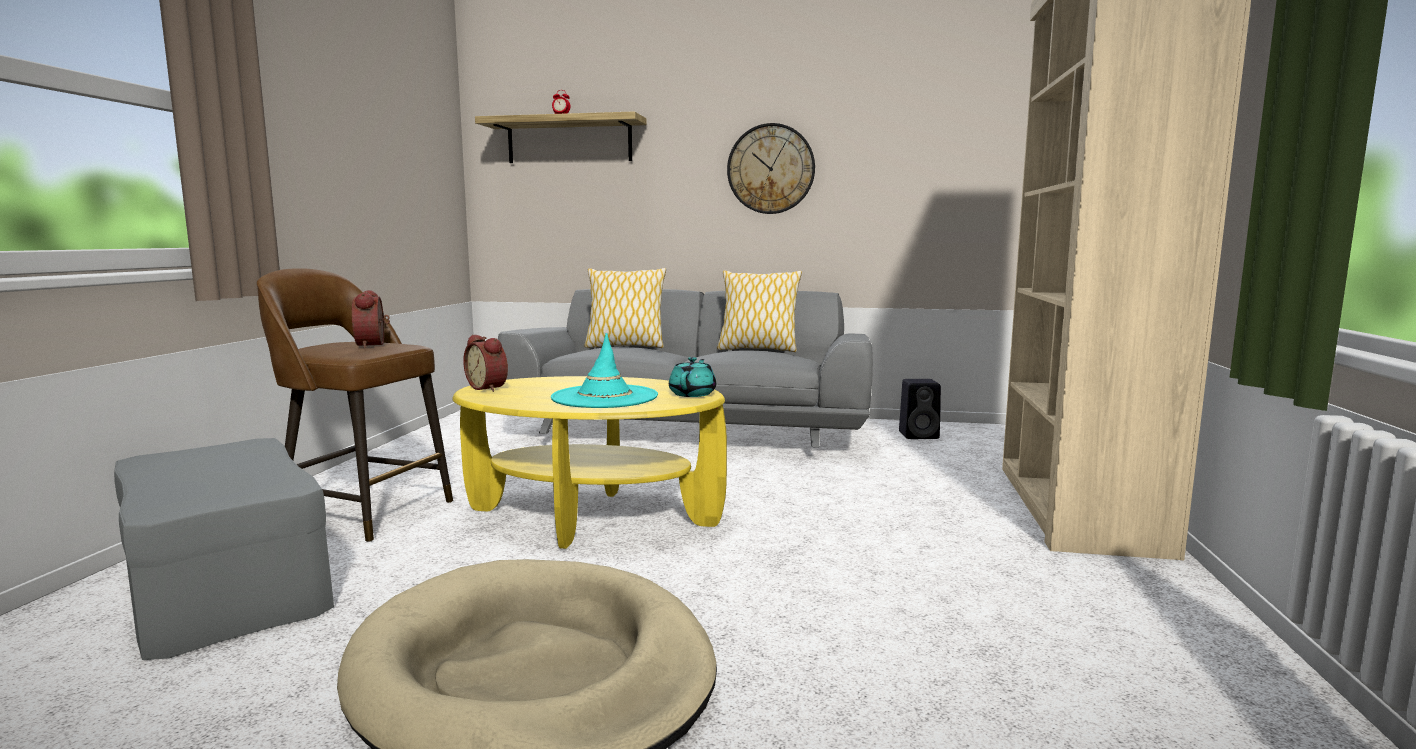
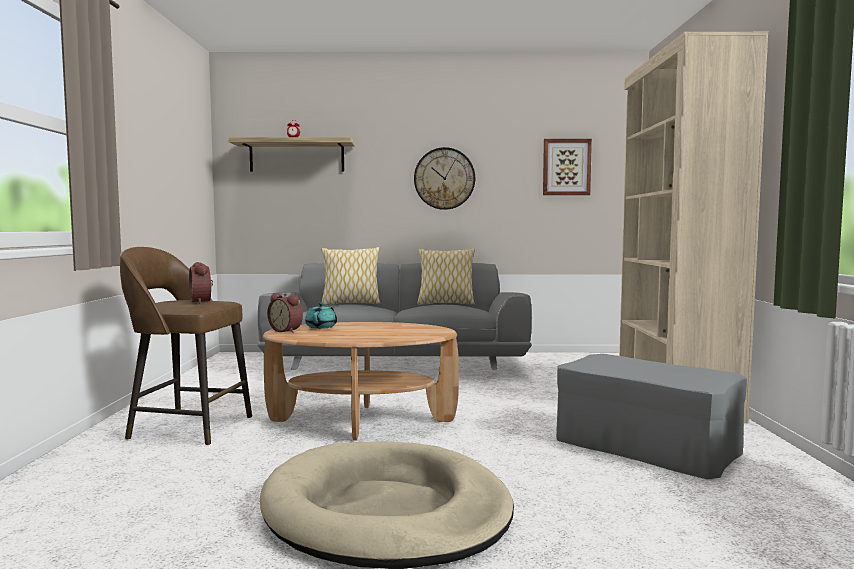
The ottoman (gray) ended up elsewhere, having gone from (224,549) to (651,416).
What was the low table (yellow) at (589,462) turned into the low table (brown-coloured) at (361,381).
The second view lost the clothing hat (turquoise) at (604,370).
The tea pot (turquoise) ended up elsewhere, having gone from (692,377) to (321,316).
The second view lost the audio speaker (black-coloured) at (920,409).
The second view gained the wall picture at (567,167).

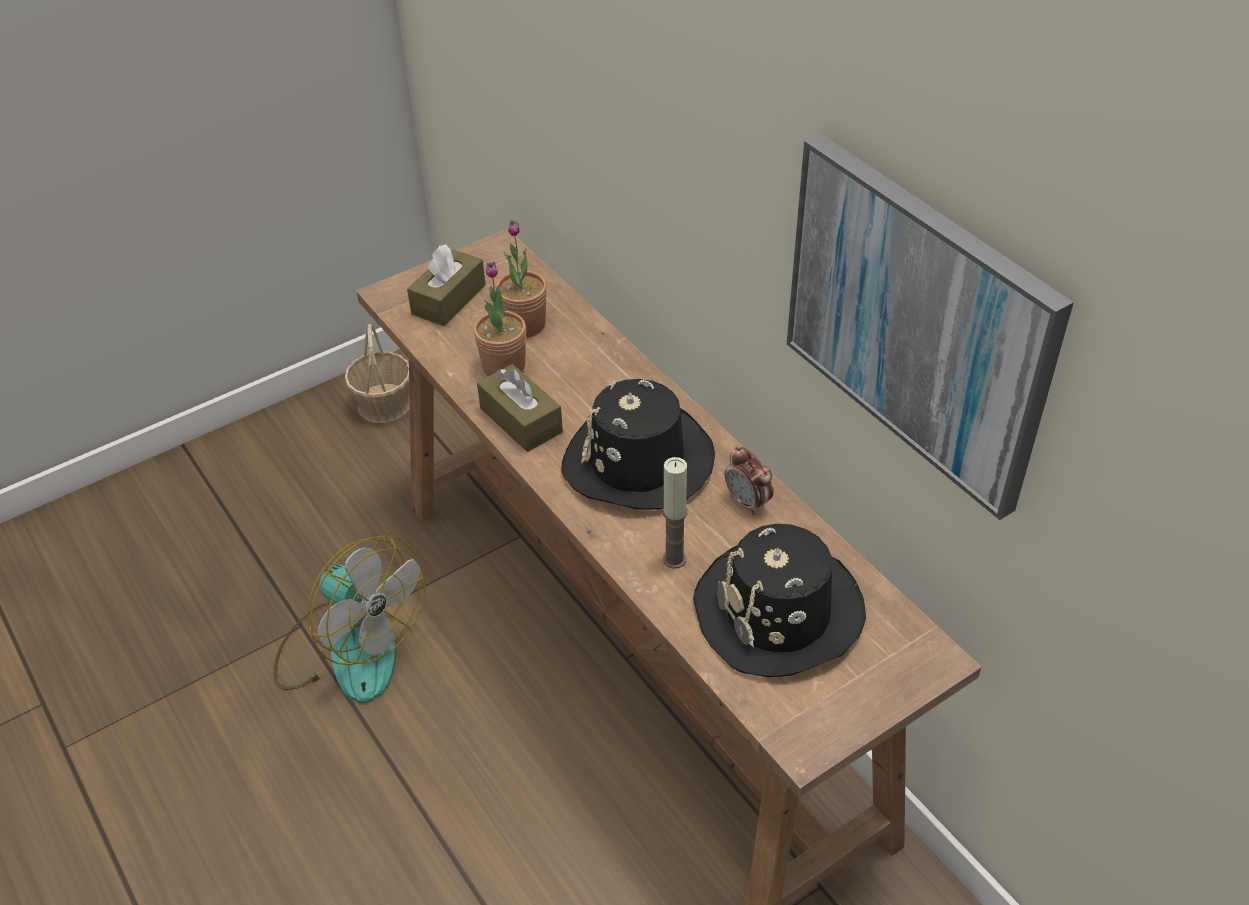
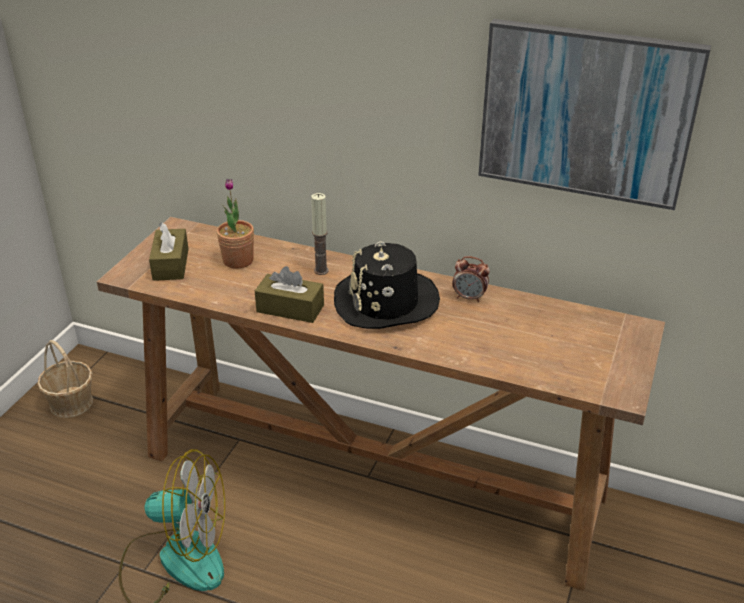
The second view lost the houseplant at (500,319).
The wax light ended up elsewhere, having gone from (674,513) to (320,234).
The second view lost the clothing hat (black-coloured) at (779,600).

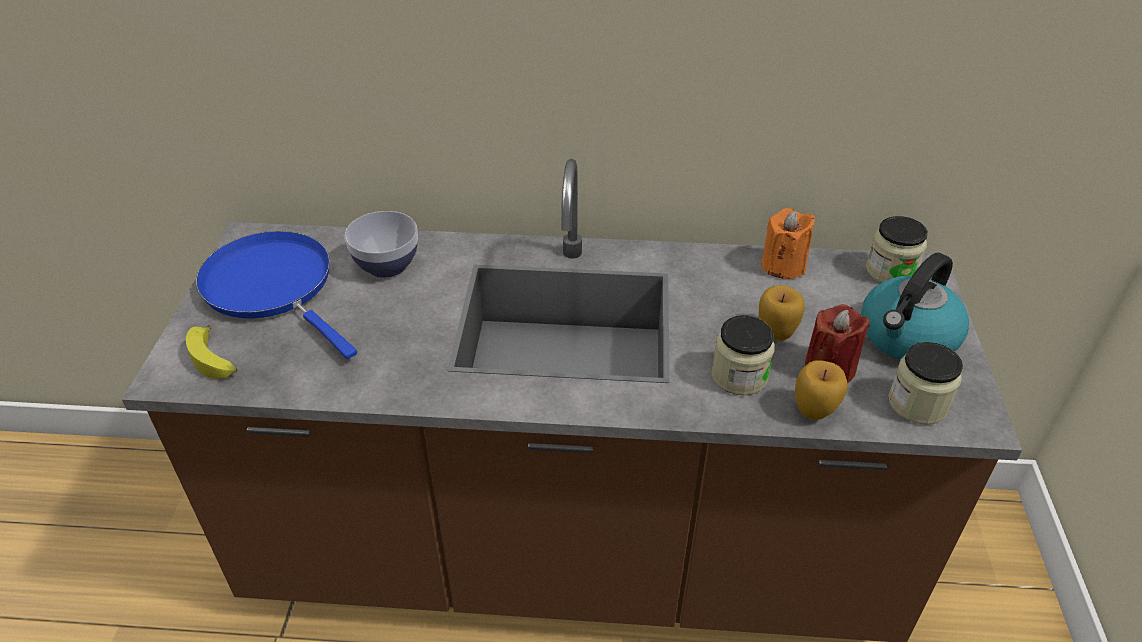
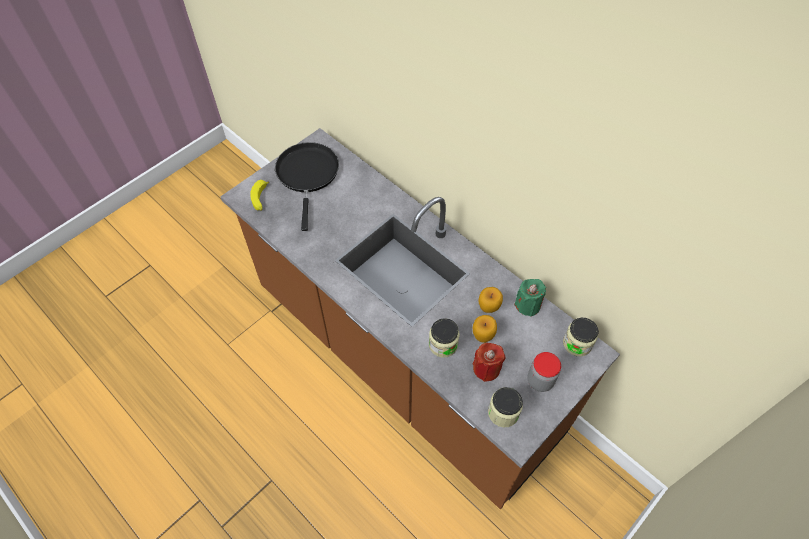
What was the pan (blue) at (276,295) turned into the pan (black-coloured) at (307,186).
The second view lost the bowl at (381,244).
What was the wax light (orangey) at (788,243) turned into the wax light (greenish) at (530,298).
The whole apple ended up elsewhere, having gone from (821,390) to (491,300).
Where the kettle stood at (915,306), the storage jar came to stand at (544,372).

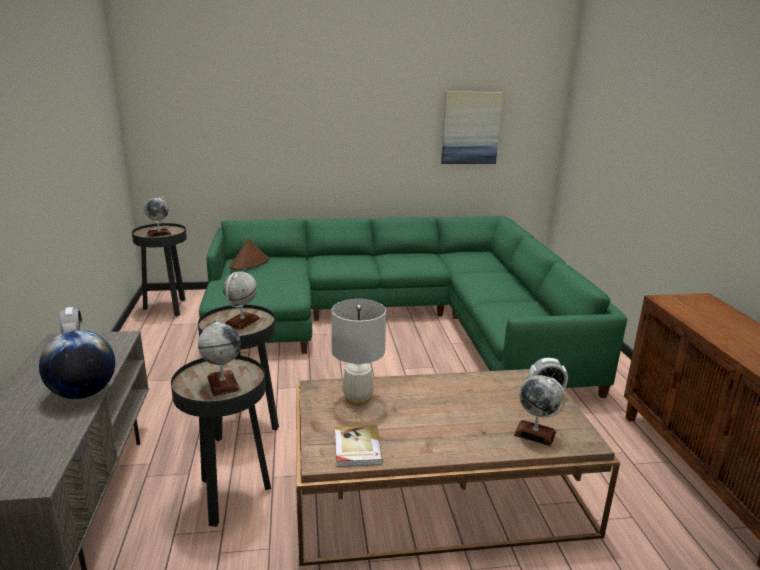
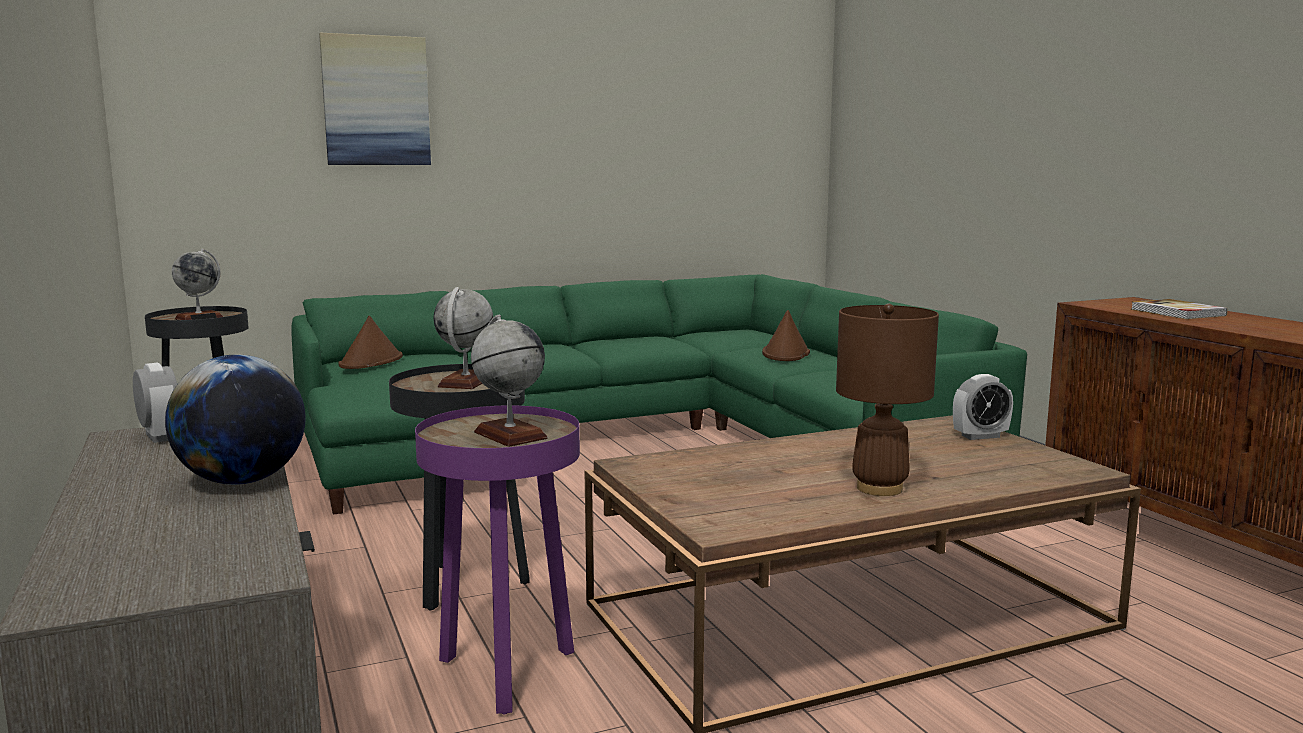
What was the accent table (black-coloured) at (221,441) turned into the accent table (purple-coloured) at (497,560).
The second view lost the lamp for a table (white-coloured) at (358,352).
The book ended up elsewhere, having gone from (359,446) to (1179,309).
The wall picture ended up elsewhere, having gone from (472,127) to (375,99).
The second view lost the world globe at (540,410).
The second view gained the clothing hat (brown-coloured) at (786,335).
The second view gained the lamp for a table (brown-coloured) at (887,400).

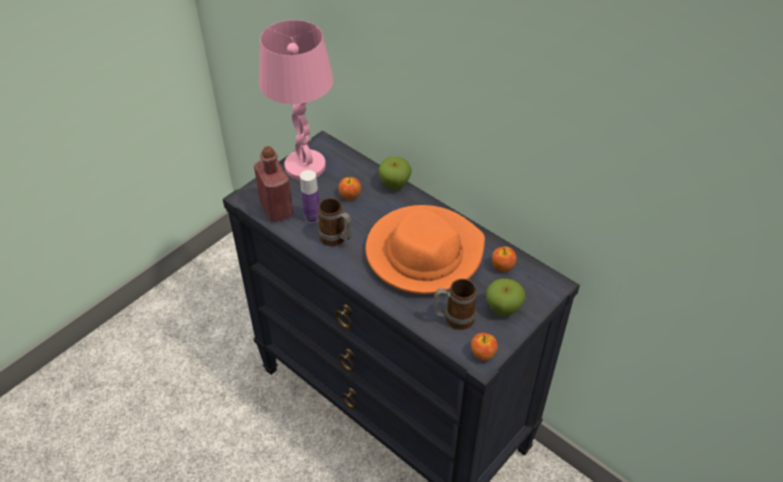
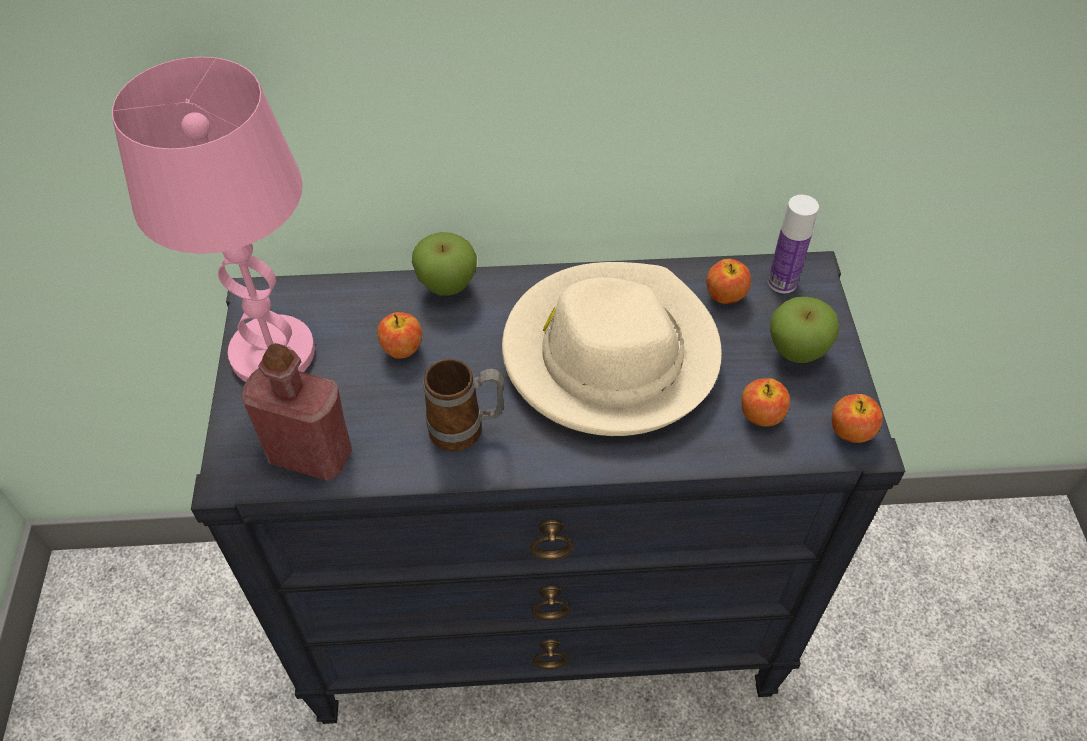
The bottle ended up elsewhere, having gone from (309,196) to (793,244).
What was the clothing hat (orangey) at (425,249) turned into the clothing hat (sand-coloured) at (612,349).
Where the mug stood at (455,304), the whole apple came to stand at (766,402).

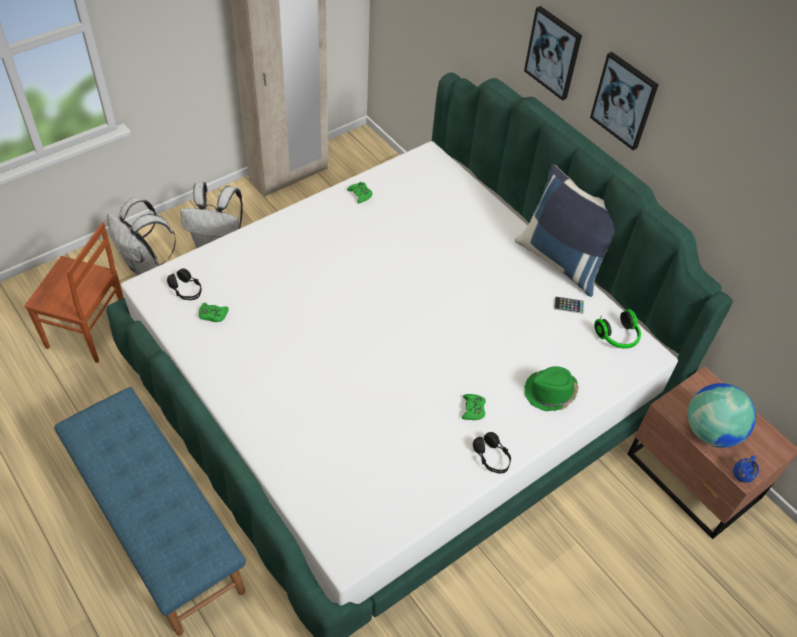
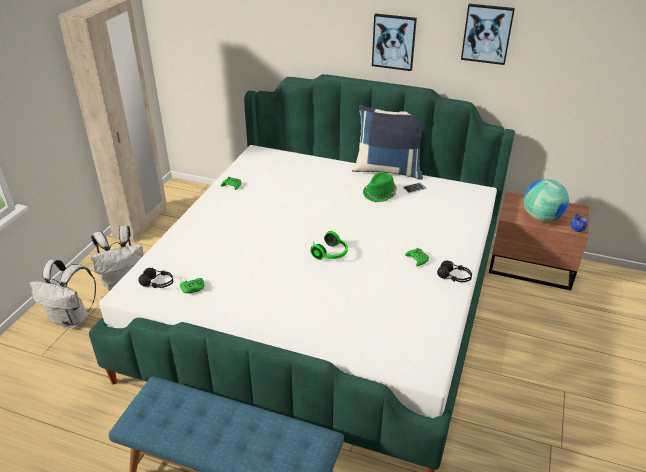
The second view lost the chair (brown-coloured) at (73,292).
The wall picture ended up elsewhere, having gone from (553,53) to (488,34).
The clothing hat (greenish) ended up elsewhere, having gone from (551,388) to (380,187).
The pair of headphones ended up elsewhere, having gone from (617,329) to (329,245).

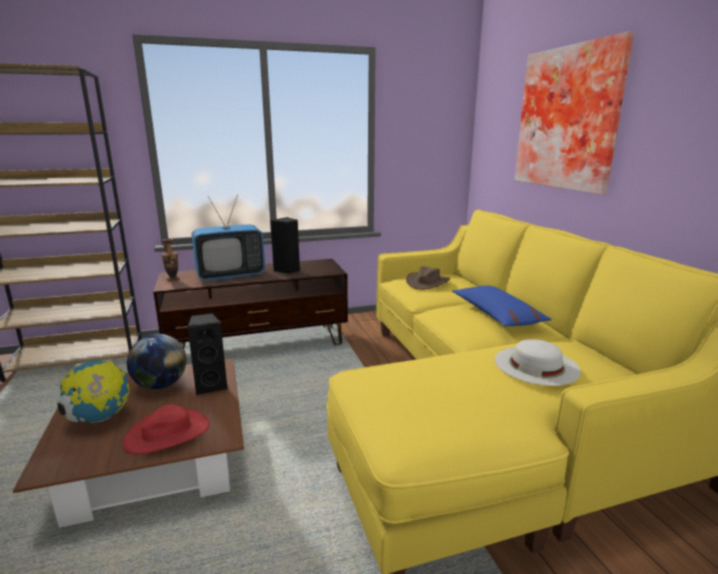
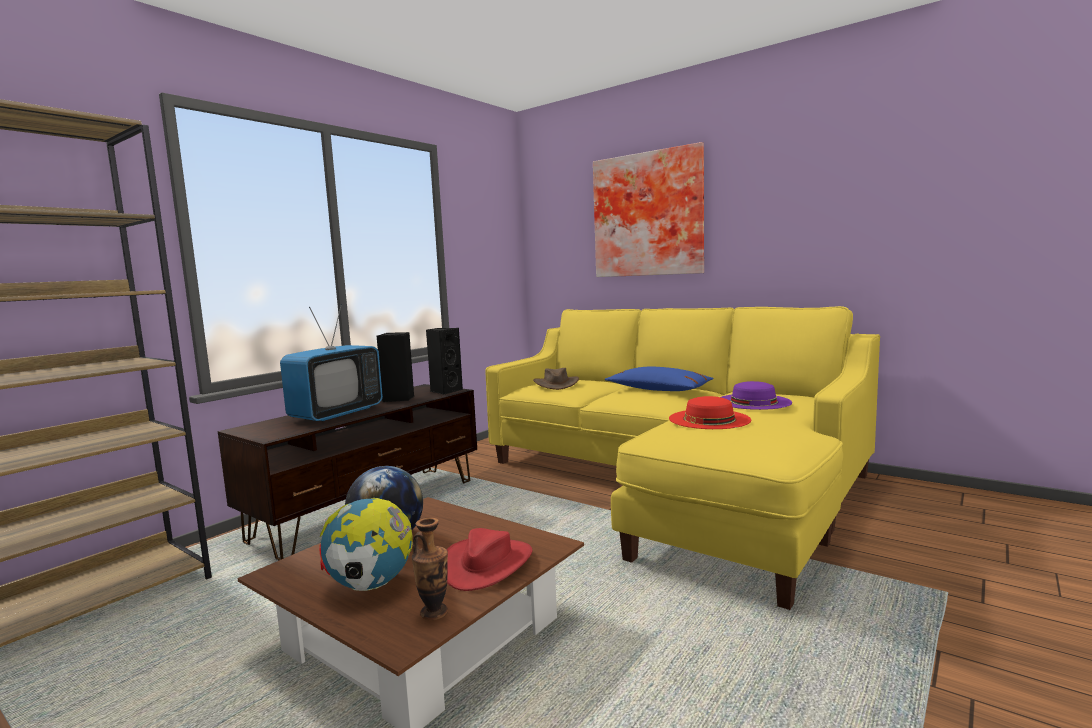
The flower vase ended up elsewhere, having gone from (170,260) to (430,569).
The audio speaker (black-coloured) ended up elsewhere, having gone from (207,354) to (444,361).
What was the clothing hat (white-coloured) at (538,362) turned into the clothing hat (purple-coloured) at (756,395).
The second view gained the clothing hat (reddish) at (710,412).

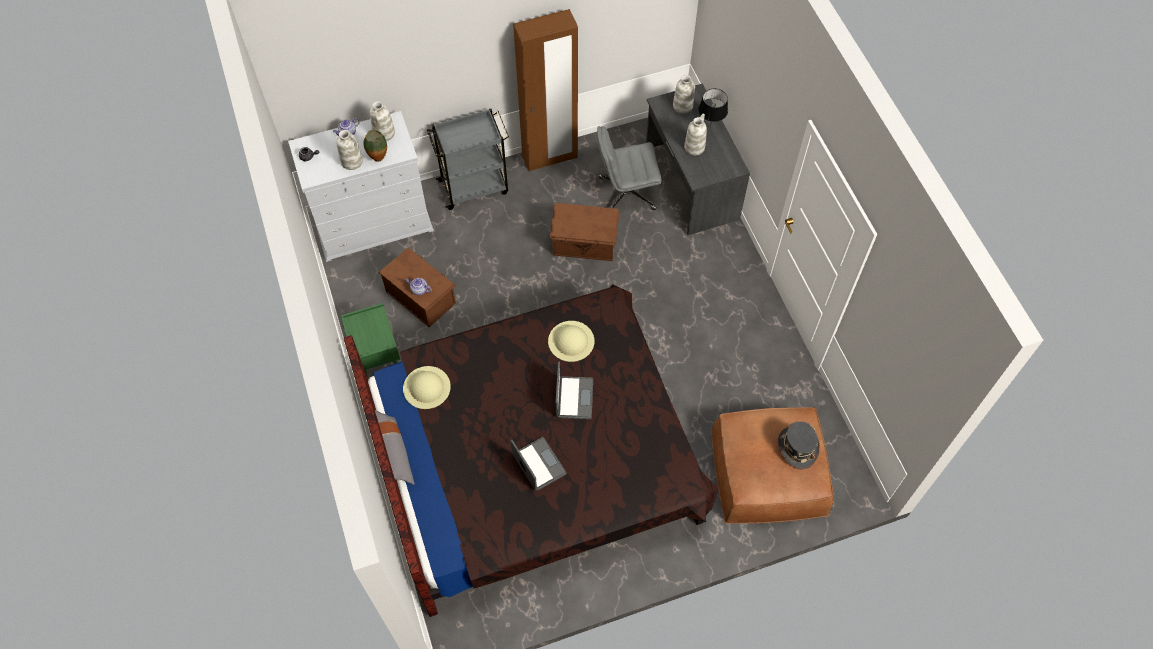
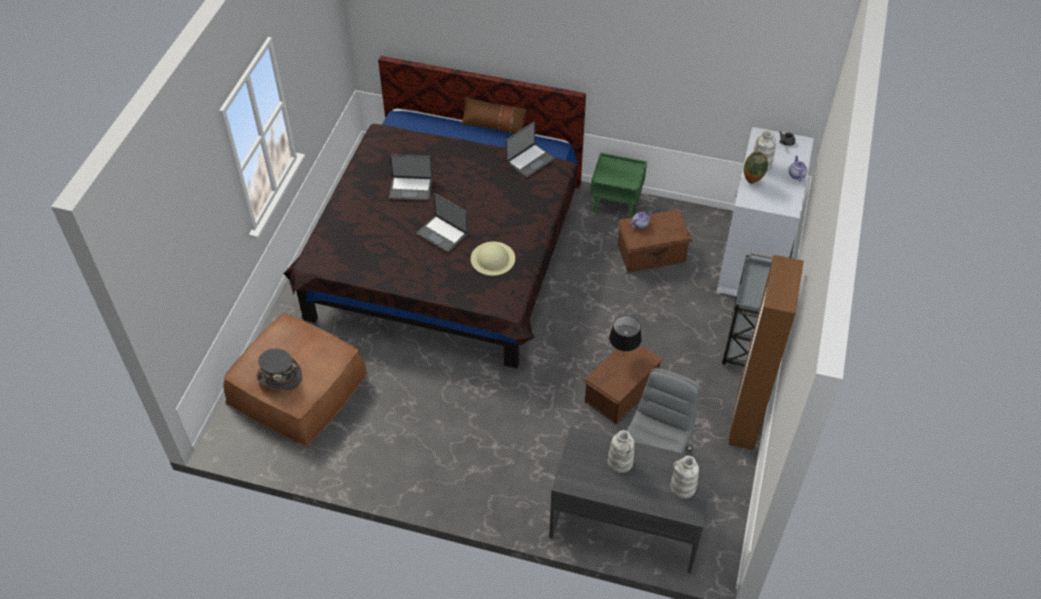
The second view lost the flower vase (white-coloured) at (382,121).
What was the throw pillow (gray) at (395,447) turned into the throw pillow (brown-coloured) at (494,115).
Where the clothing hat (sand-coloured) stood at (427,387), the notebook computer came to stand at (530,150).
The lamp for a table (black-coloured) ended up elsewhere, having gone from (713,108) to (625,335).

